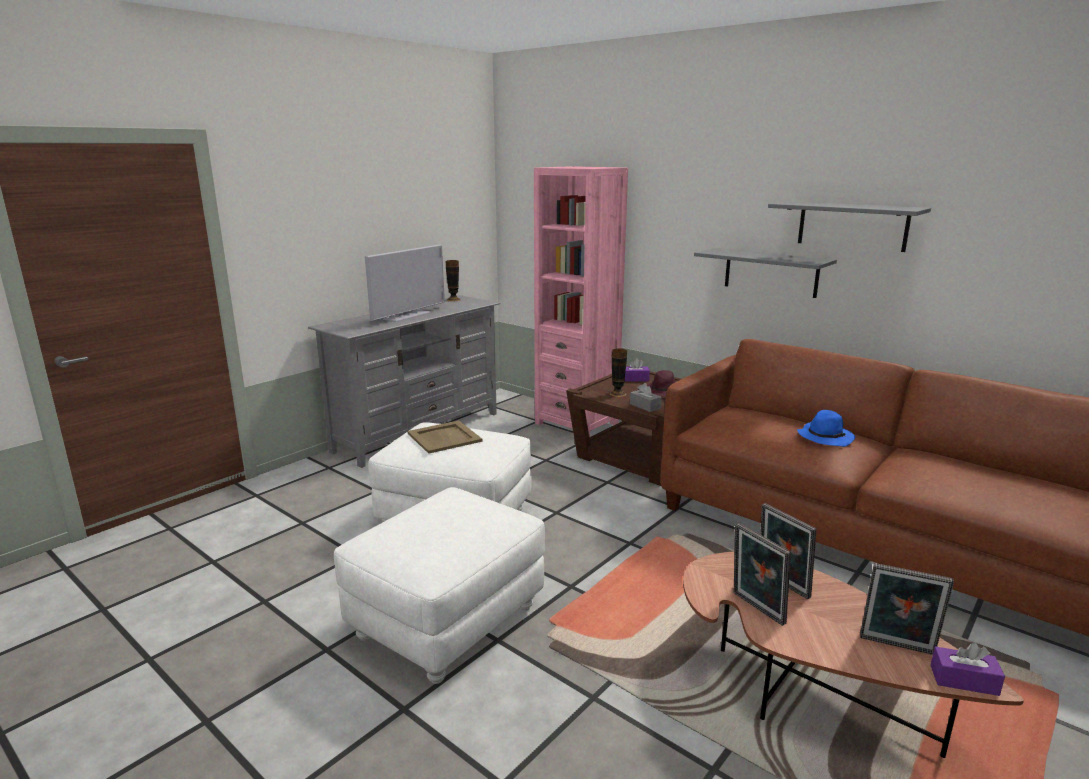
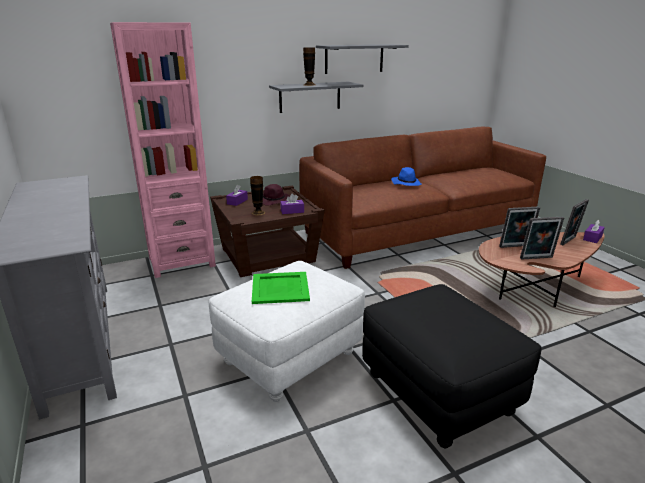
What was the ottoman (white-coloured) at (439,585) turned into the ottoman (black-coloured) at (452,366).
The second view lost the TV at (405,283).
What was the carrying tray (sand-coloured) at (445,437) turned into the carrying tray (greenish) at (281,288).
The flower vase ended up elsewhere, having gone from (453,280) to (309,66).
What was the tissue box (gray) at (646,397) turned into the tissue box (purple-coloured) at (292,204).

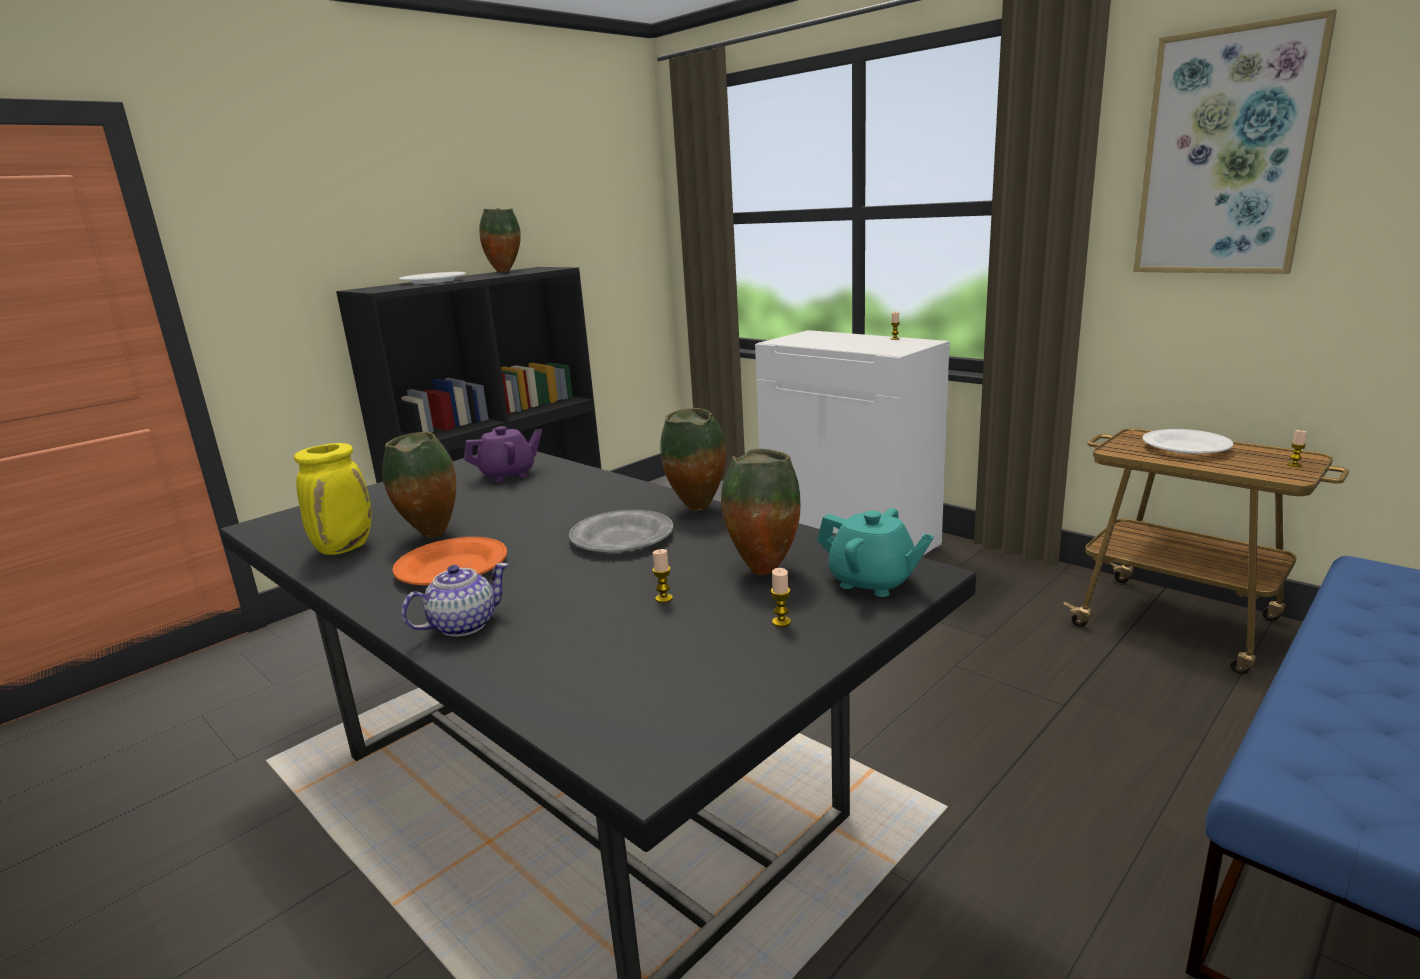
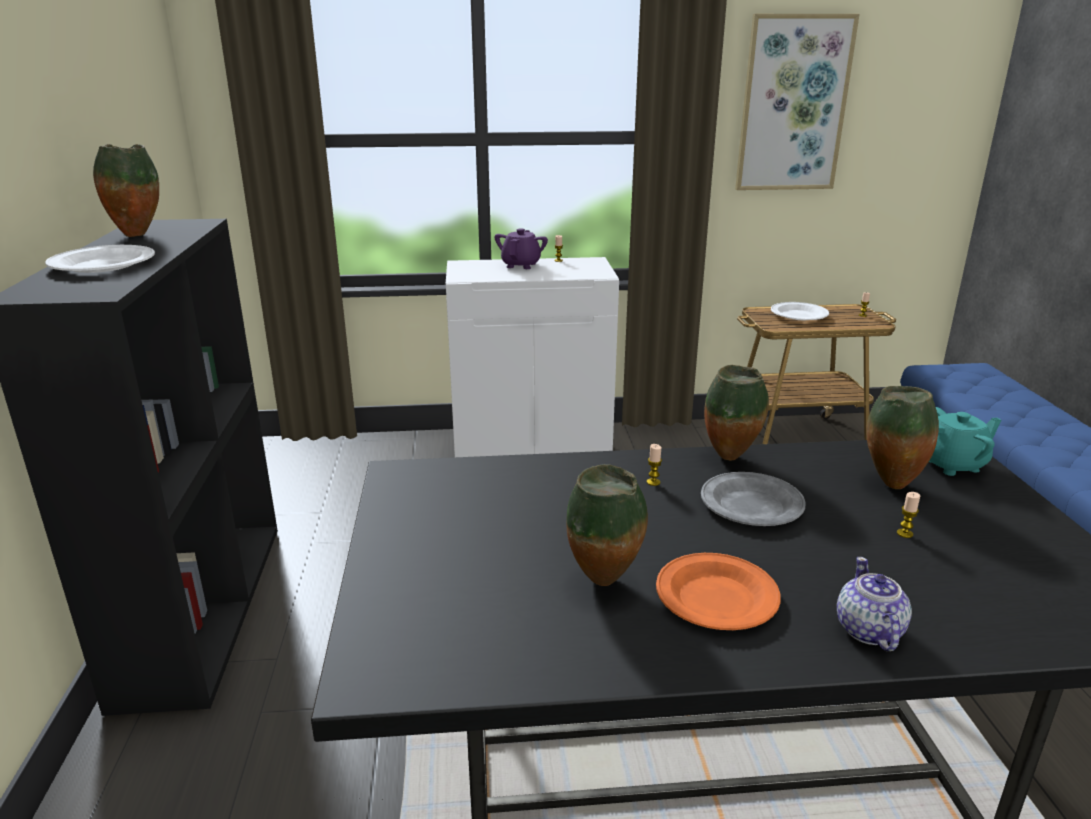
The second view lost the flower vase (yellow) at (333,499).
The tea pot (purple-coloured) ended up elsewhere, having gone from (503,454) to (521,249).
The wax light ended up elsewhere, having gone from (781,597) to (654,465).

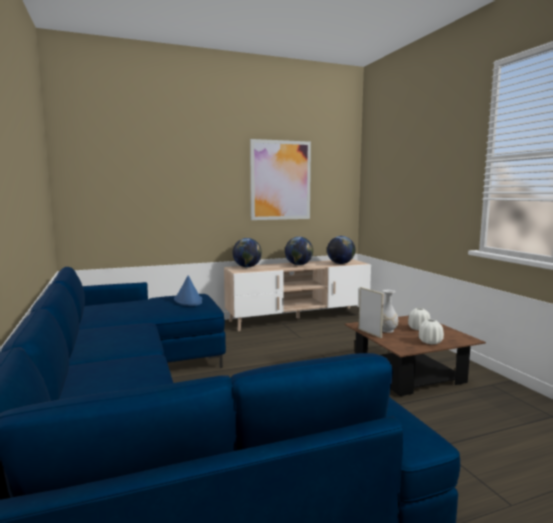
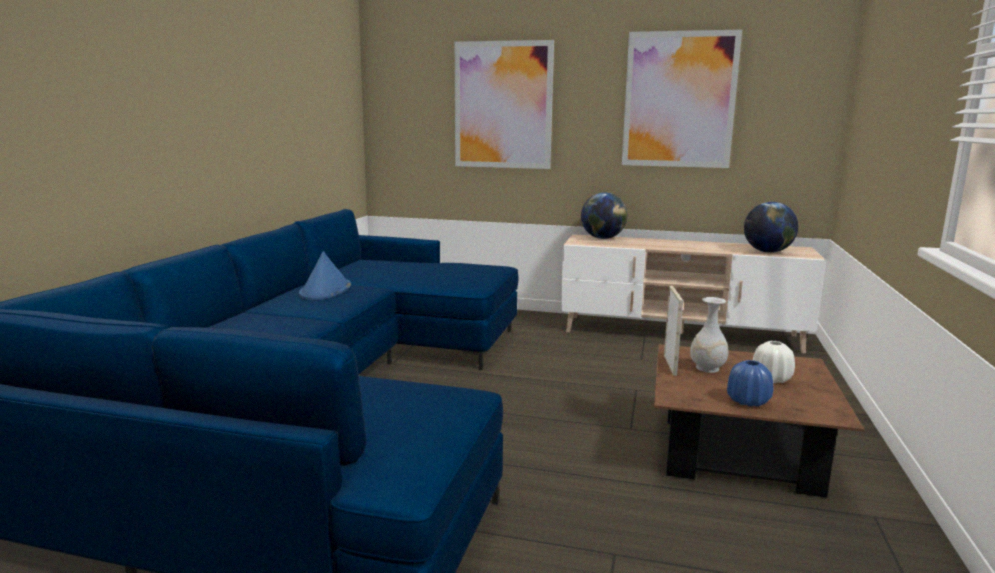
The clothing hat (blue) ended up elsewhere, having gone from (188,290) to (325,275).
The second view lost the world globe at (299,251).
What was the flower vase (white-coloured) at (431,331) turned into the flower vase (blue) at (750,383).
The second view gained the wall picture at (504,104).

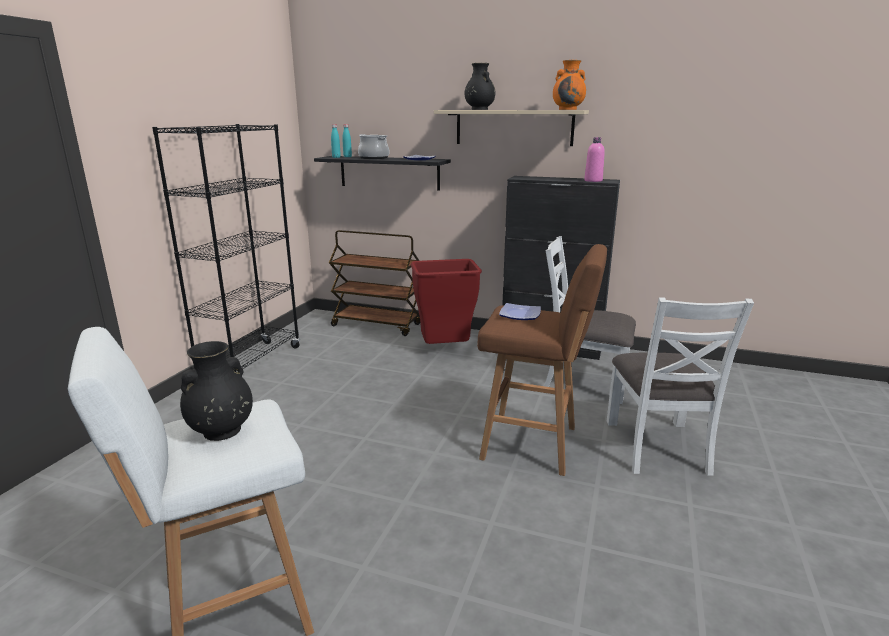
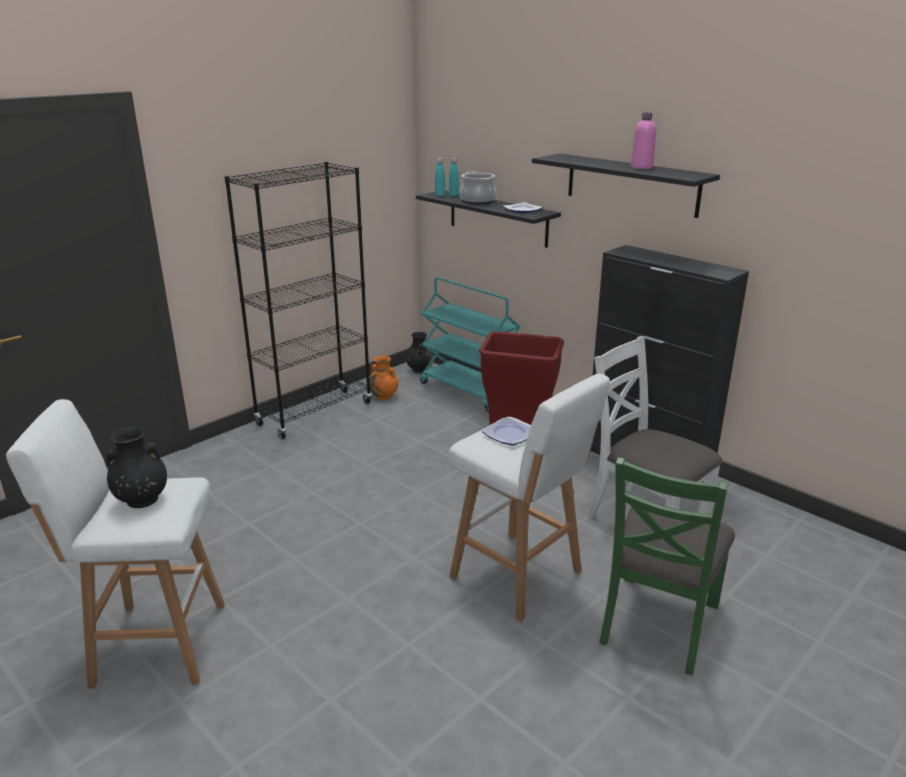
What was the wheeled cart (brown-coloured) at (374,283) turned into the wheeled cart (turquoise) at (470,344).
What was the shelf (sand-coloured) at (511,128) turned into the shelf (black-coloured) at (626,186).
The flower vase (black-coloured) ended up elsewhere, having gone from (480,86) to (419,352).
What was the stool seat (brown-coloured) at (542,360) turned into the stool seat (white-coloured) at (529,498).
The flower vase (orangey) ended up elsewhere, having gone from (569,85) to (383,378).
The bottle (pink) ended up elsewhere, having gone from (594,159) to (643,140).
What was the chair (white-coloured) at (680,386) turned into the chair (greenish) at (667,566).

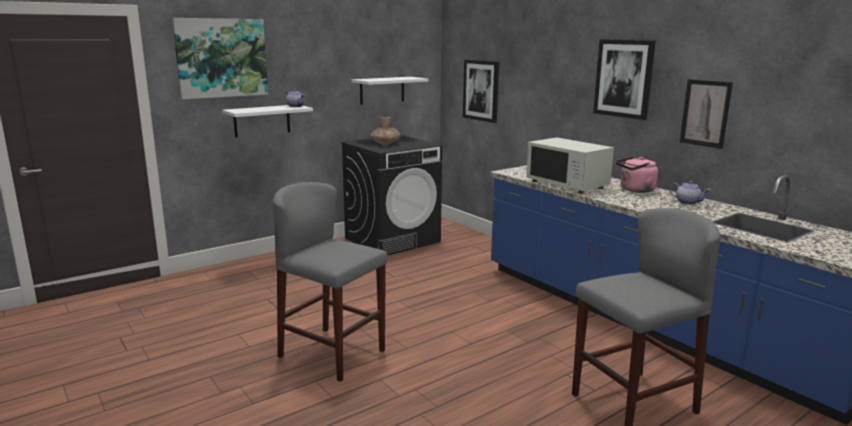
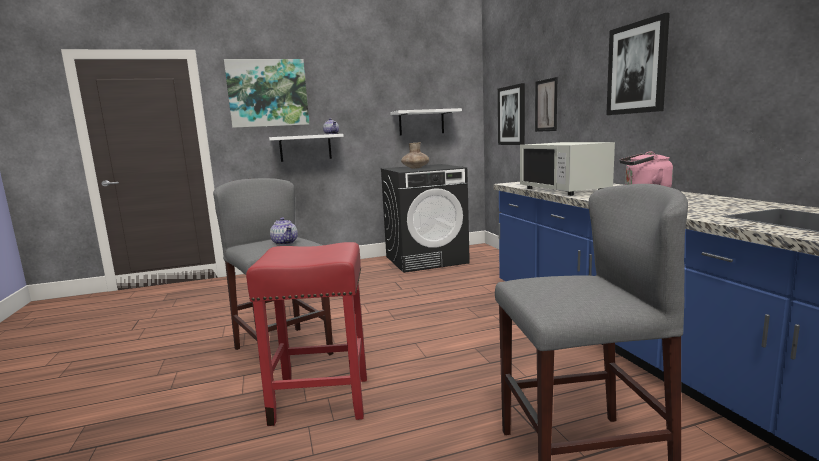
The tea pot ended up elsewhere, having gone from (689,193) to (284,231).
The wall picture ended up elsewhere, having gone from (706,114) to (546,104).
The second view gained the stool seat (reddish) at (306,334).

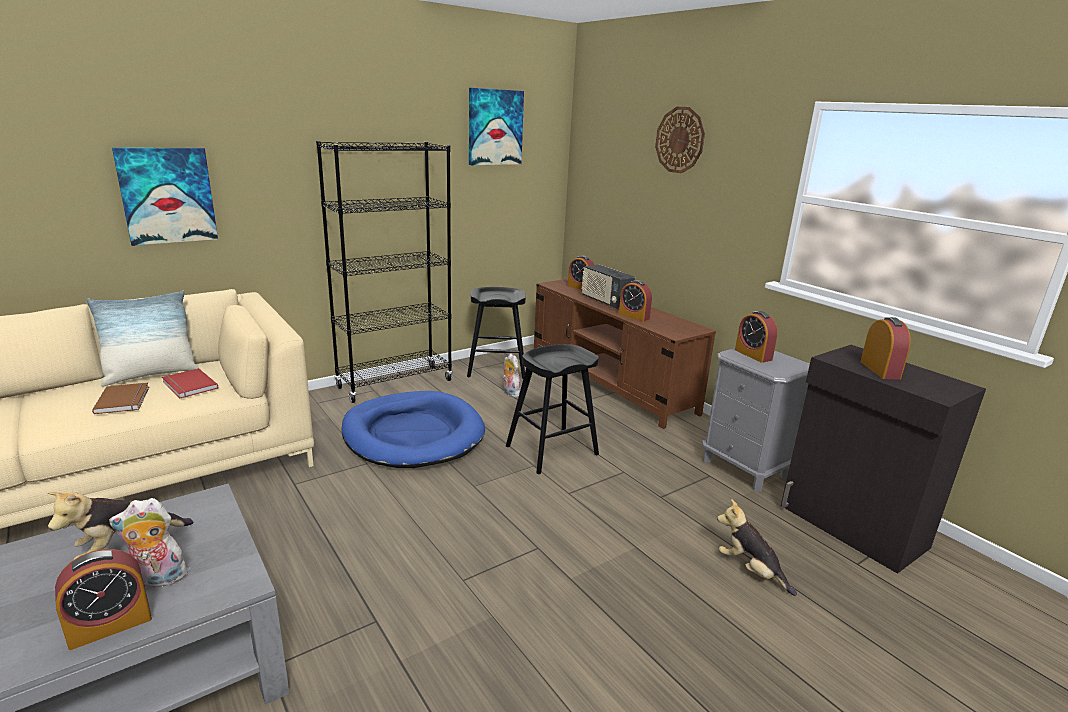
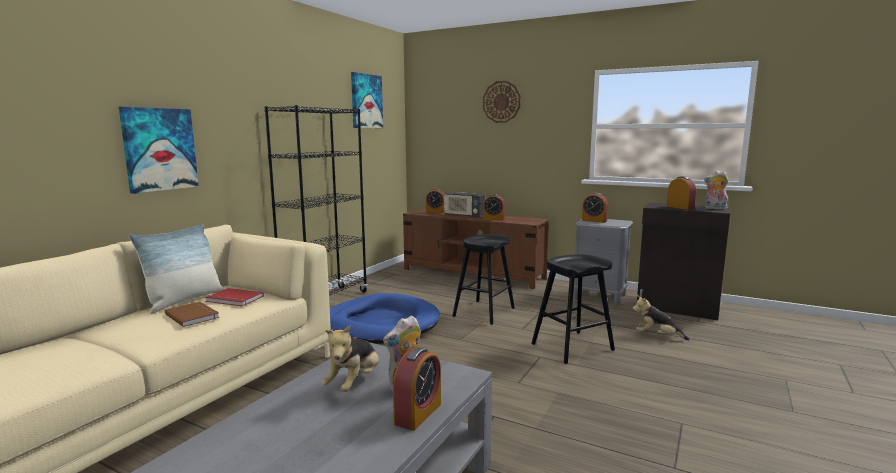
The stool seat (black-coloured) ended up elsewhere, having gone from (496,332) to (573,309).
The cuddly toy ended up elsewhere, having gone from (512,375) to (716,190).

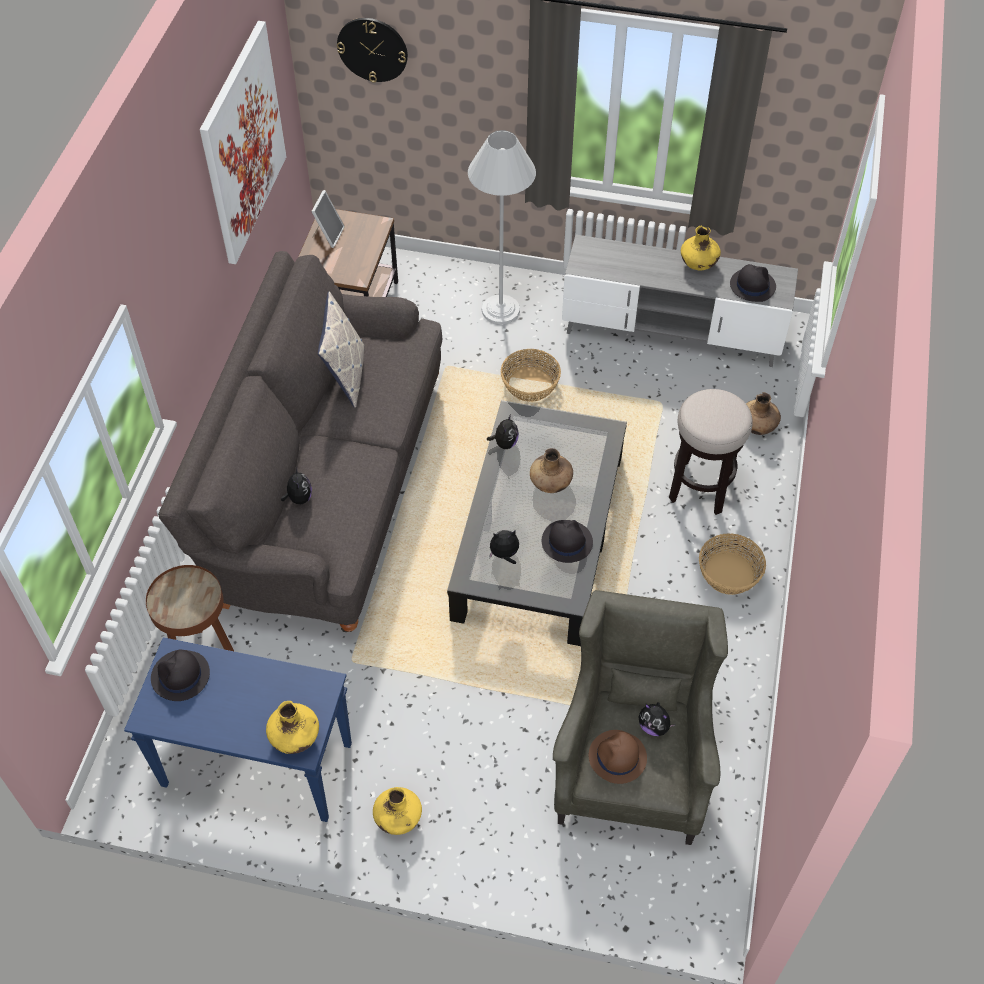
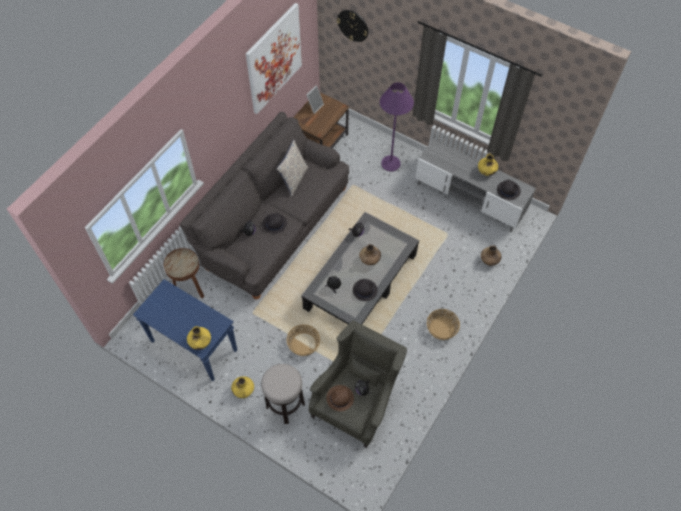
The clothing hat (black-coloured) ended up elsewhere, having gone from (180,675) to (274,223).
What was the floor lamp (white-coloured) at (502,227) turned into the floor lamp (purple-coloured) at (397,126).
The storage basket ended up elsewhere, having gone from (531,375) to (303,340).
The stool seat ended up elsewhere, having gone from (711,452) to (283,394).

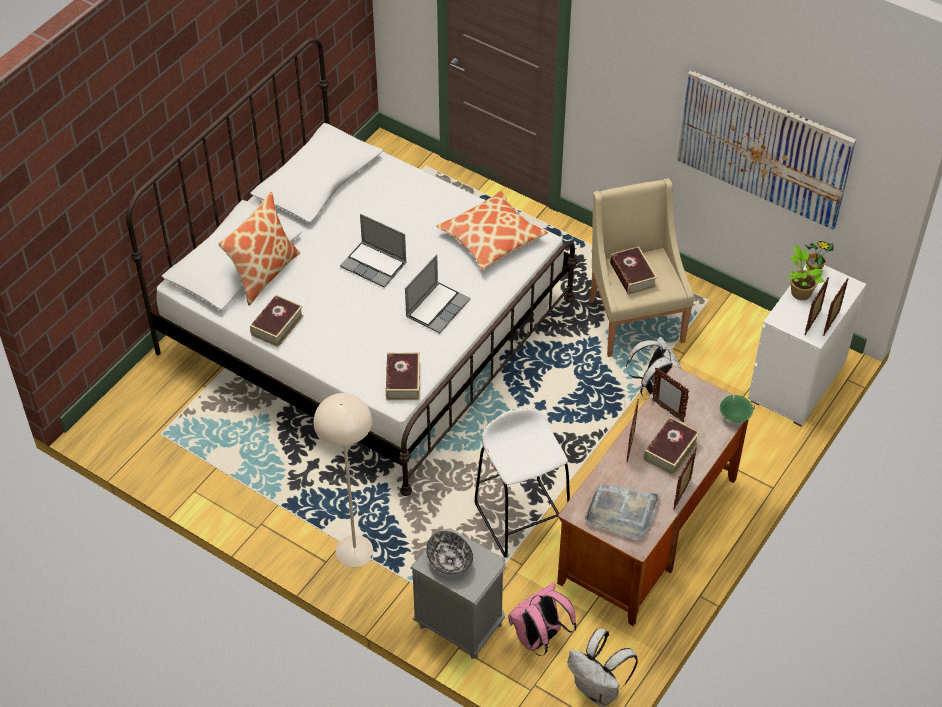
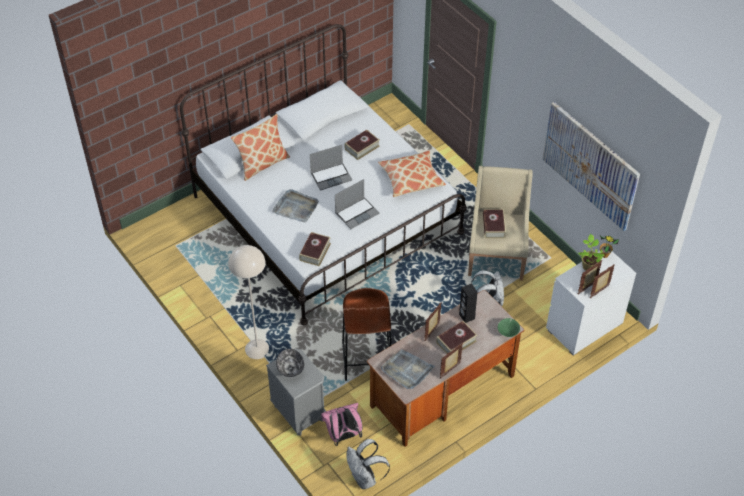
The book ended up elsewhere, having gone from (277,321) to (362,145).
The notebook computer at (373,251) ended up facing another way, 75 degrees counterclockwise from before.
What was the stool seat (white-coloured) at (522,483) turned into the stool seat (brown-coloured) at (367,334).
Where the picture frame stood at (671,395), the audio speaker (black-coloured) came to stand at (468,303).
The second view gained the carrying tray (gray) at (295,206).

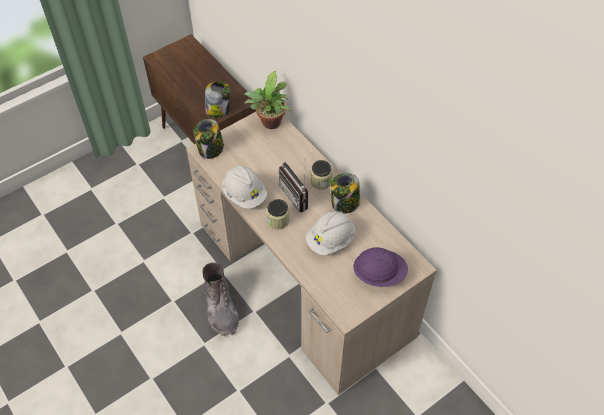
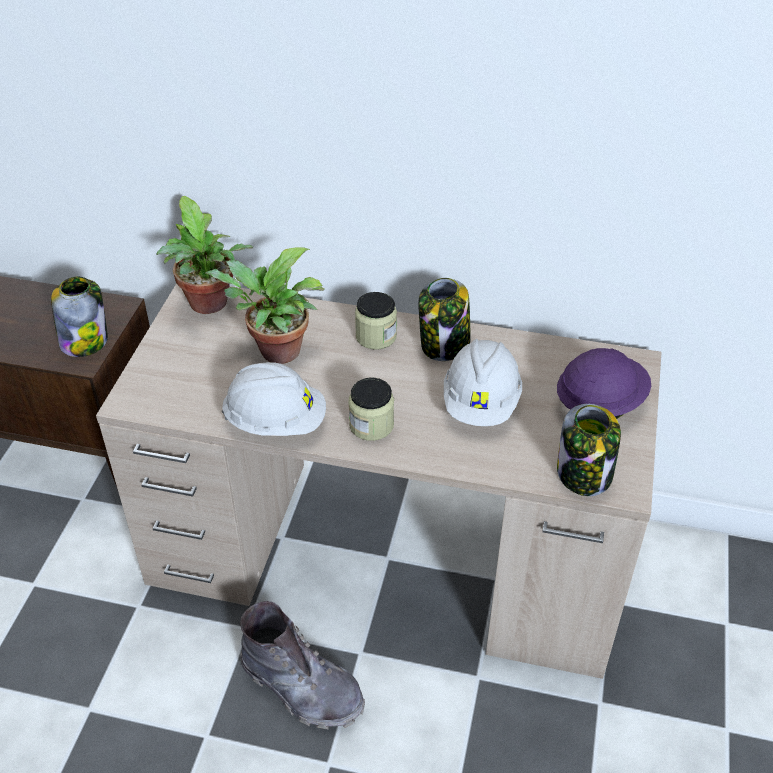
The storage jar ended up elsewhere, having gone from (208,139) to (589,450).
The second view lost the radio receiver at (293,186).
The second view gained the houseplant at (265,305).

